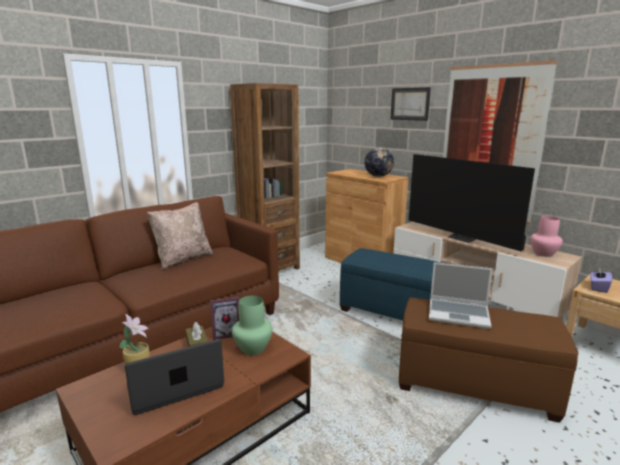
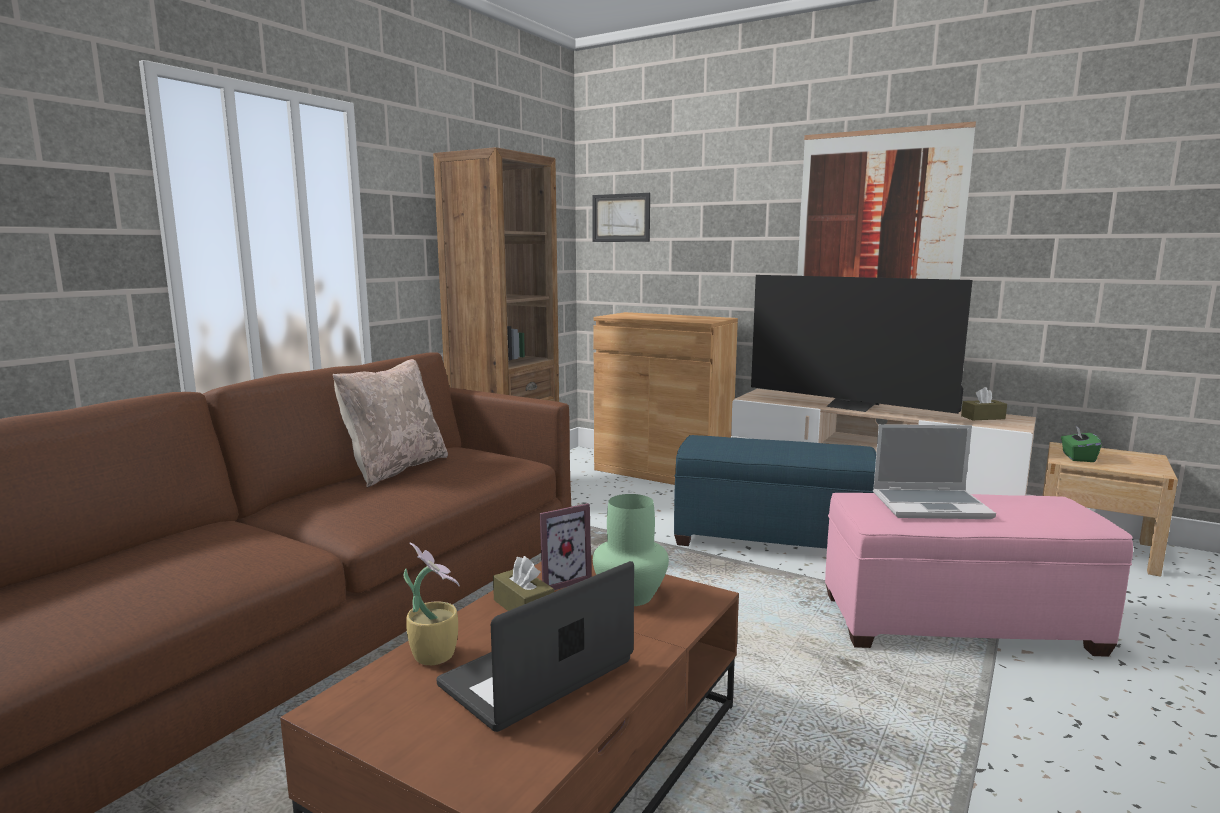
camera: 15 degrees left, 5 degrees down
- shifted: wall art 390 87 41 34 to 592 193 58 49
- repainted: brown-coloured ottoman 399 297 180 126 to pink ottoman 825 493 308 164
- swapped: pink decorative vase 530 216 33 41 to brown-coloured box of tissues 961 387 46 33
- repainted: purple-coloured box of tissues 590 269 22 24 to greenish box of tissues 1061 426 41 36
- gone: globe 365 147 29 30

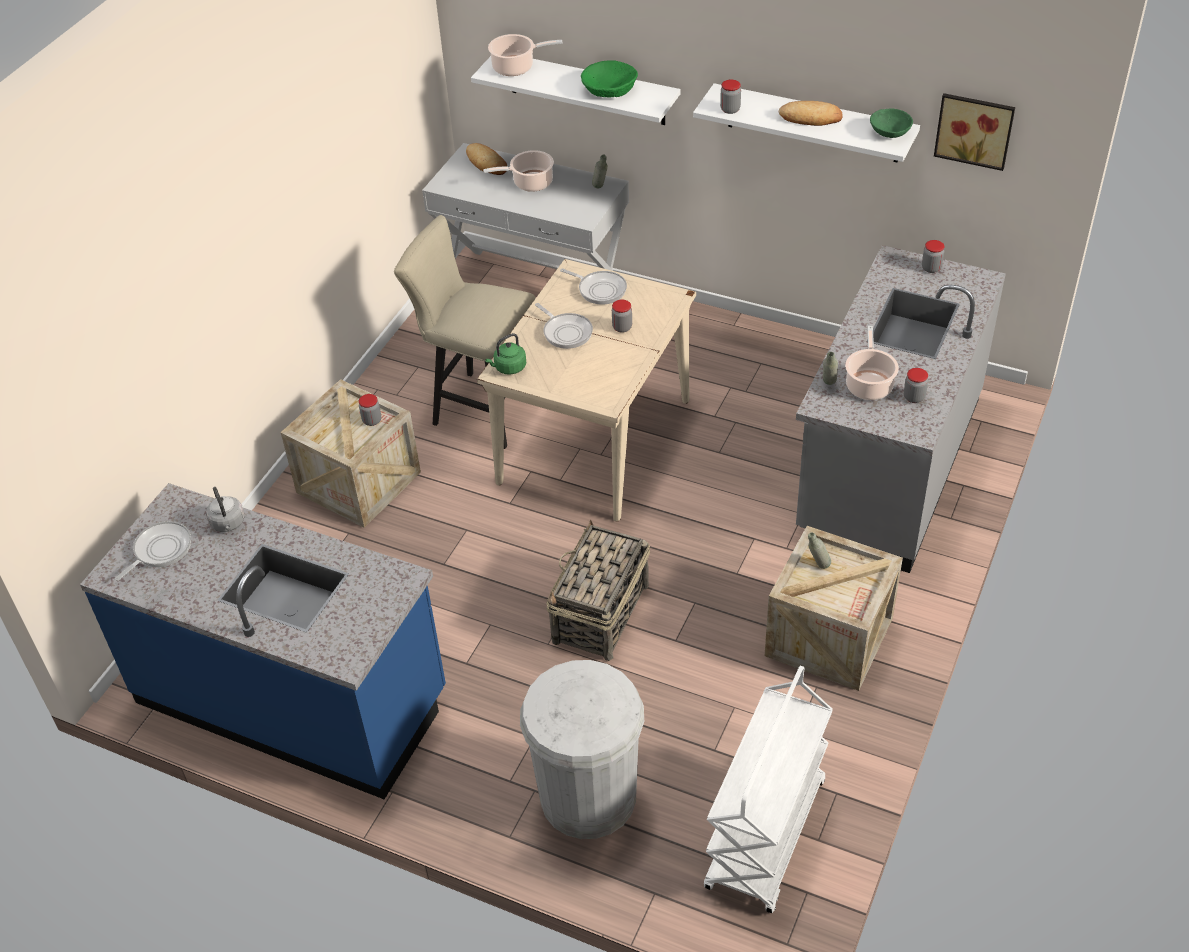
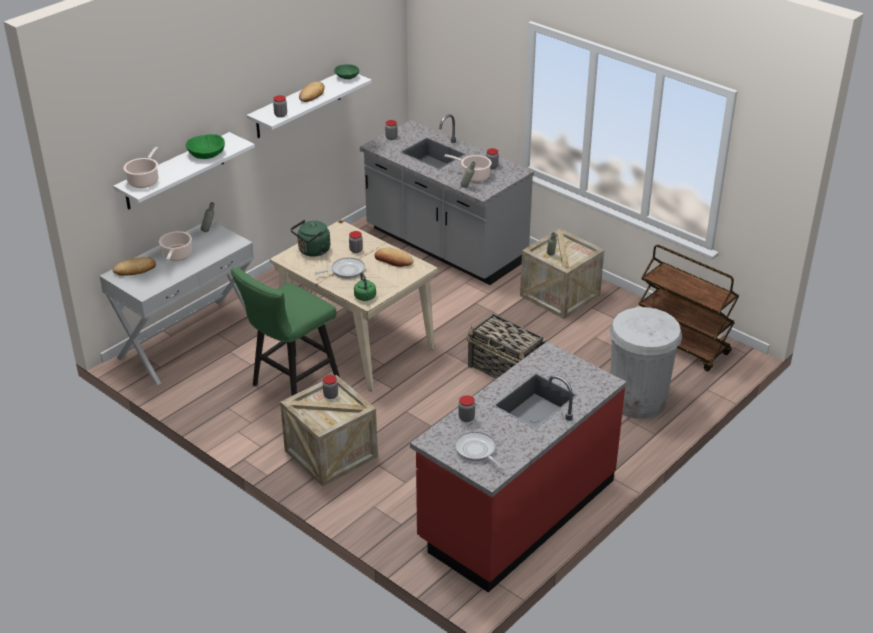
camera: 75 degrees left, 10 degrees down
- repainted: beige-coloured stool seat 394 215 142 234 to greenish stool seat 231 267 109 129
- swapped: frying pan 560 268 67 37 to greenish kettle 291 220 39 37
- new: bakery bread 375 248 39 19
- repainted: bluish counter 80 483 366 316 to red-coloured counter 410 342 217 250
- swapped: greyish kettle 206 487 39 45 to jar 458 395 17 27
- repainted: white cart 704 666 129 247 to brown-coloured cart 638 245 101 126
- gone: wall art 934 93 81 78

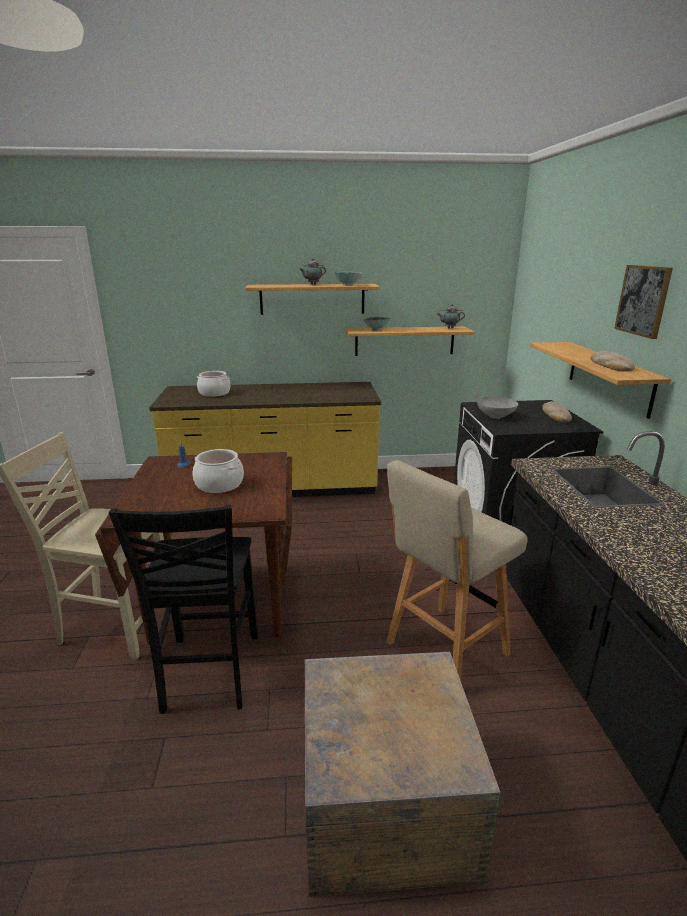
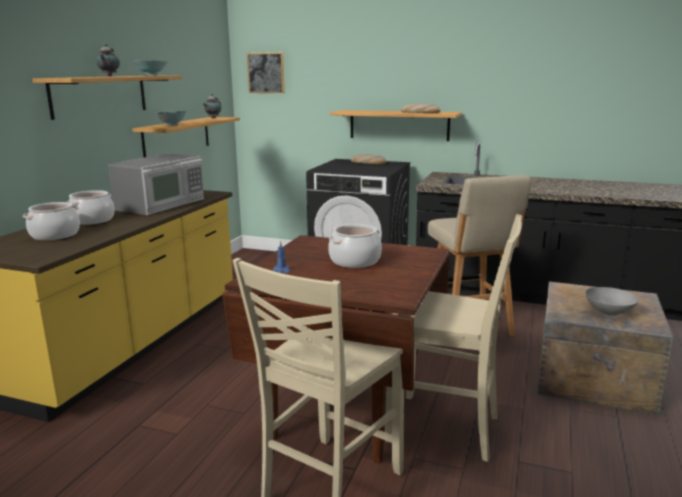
camera: 65 degrees left, 5 degrees down
- new: saucepot 67 190 48 35
- new: microwave 108 154 96 61
- shifted: wall art 614 265 59 74 to 247 52 38 41
- repainted: blackish plain chair 109 505 149 209 to beige-coloured plain chair 385 214 137 248
- shifted: greyish deep dish 476 397 42 22 to 585 287 54 29

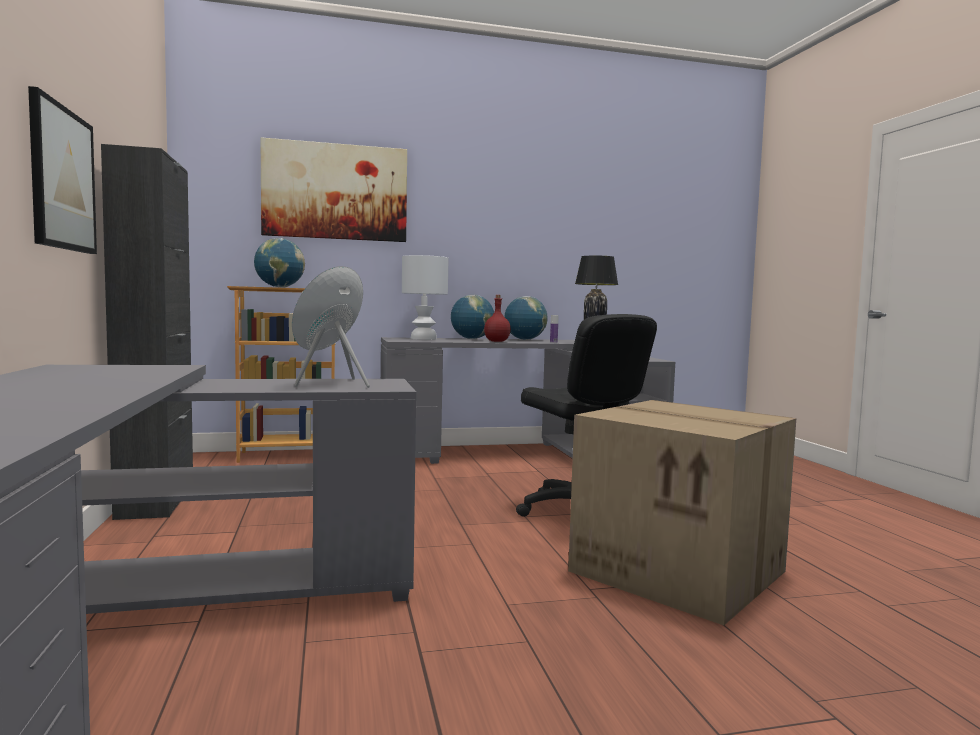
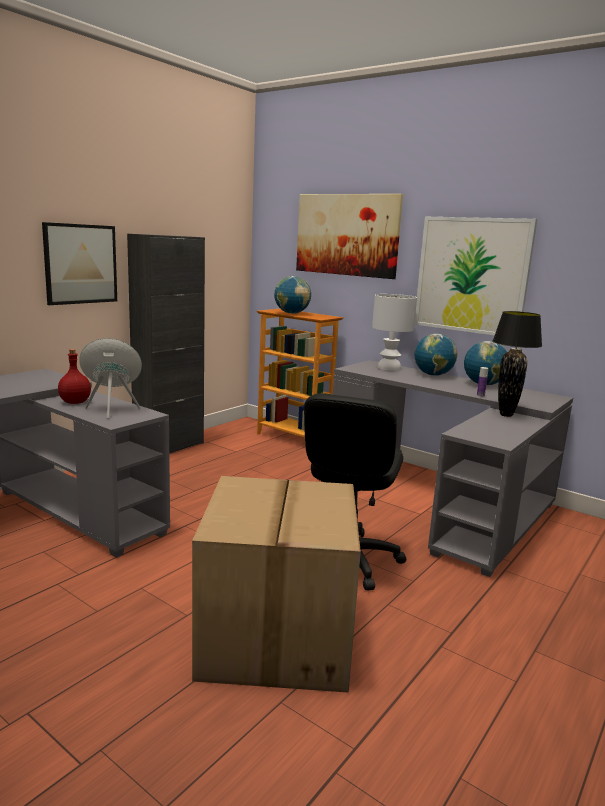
camera: 50 degrees right, 10 degrees up
- shifted: red-coloured bottle 484 295 27 47 to 58 349 33 55
- new: wall art 414 217 123 119

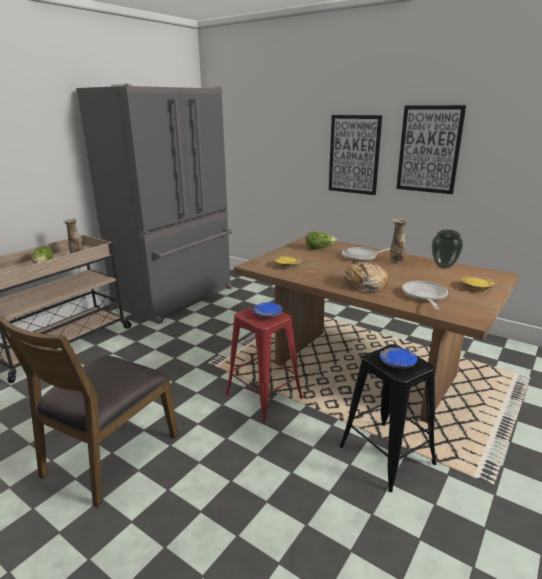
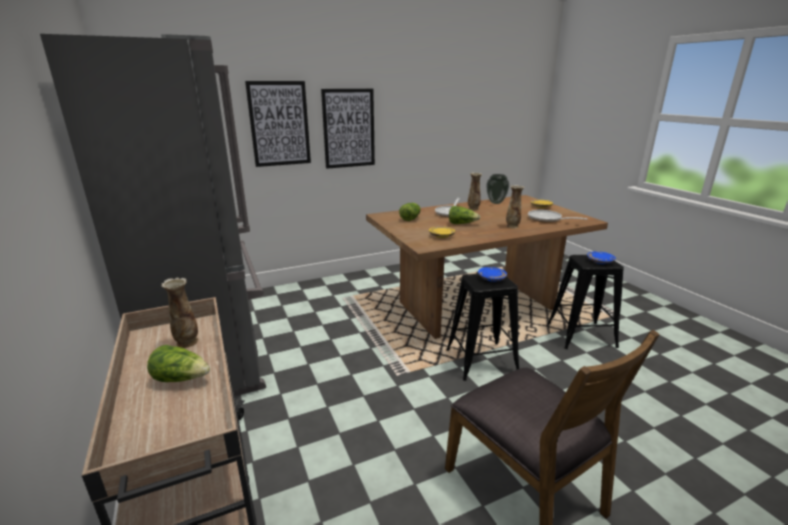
camera: 60 degrees left, 0 degrees up
- shifted: wall art 396 105 70 89 to 245 81 66 86
- repainted: red-coloured stool seat 226 305 77 117 to blackish stool seat 446 274 73 107
- new: lettuce 449 206 32 18
- swapped: bakery bread 343 262 45 30 to decorative vase 506 185 18 43

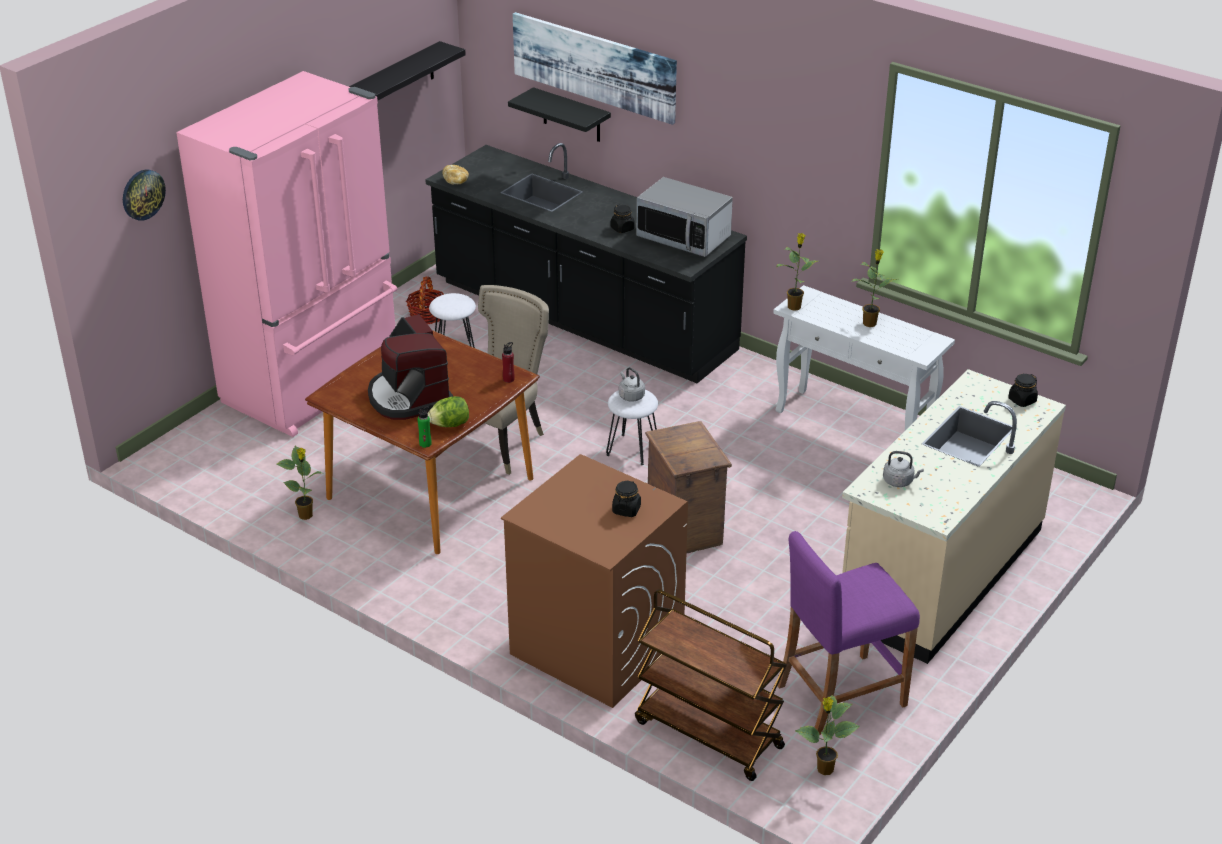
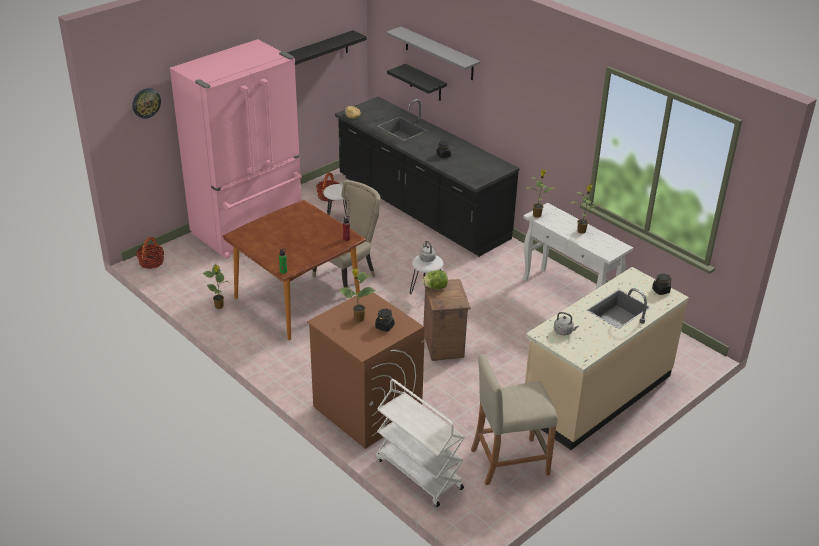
camera: 10 degrees right, 0 degrees up
- new: storage basket 136 237 28 32
- shifted: plant in a pot 795 695 65 80 to 338 269 38 53
- repainted: brown-coloured cart 635 589 152 192 to white cart 376 379 89 128
- swapped: wall art 513 12 164 113 to greyish wall shelf 386 27 94 53
- shifted: lettuce 428 396 41 31 to 422 270 26 19
- repainted: purple-coloured stool seat 777 531 143 204 to beige-coloured stool seat 471 354 87 131
- gone: coffee maker 368 314 85 106
- gone: microwave 637 177 96 80

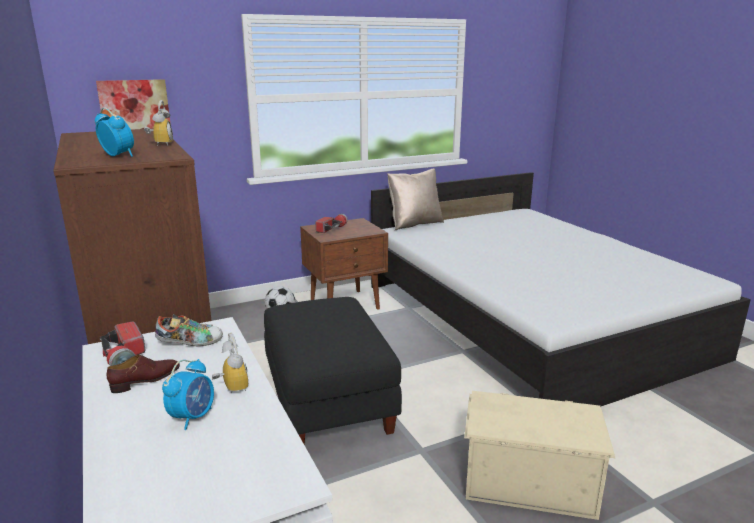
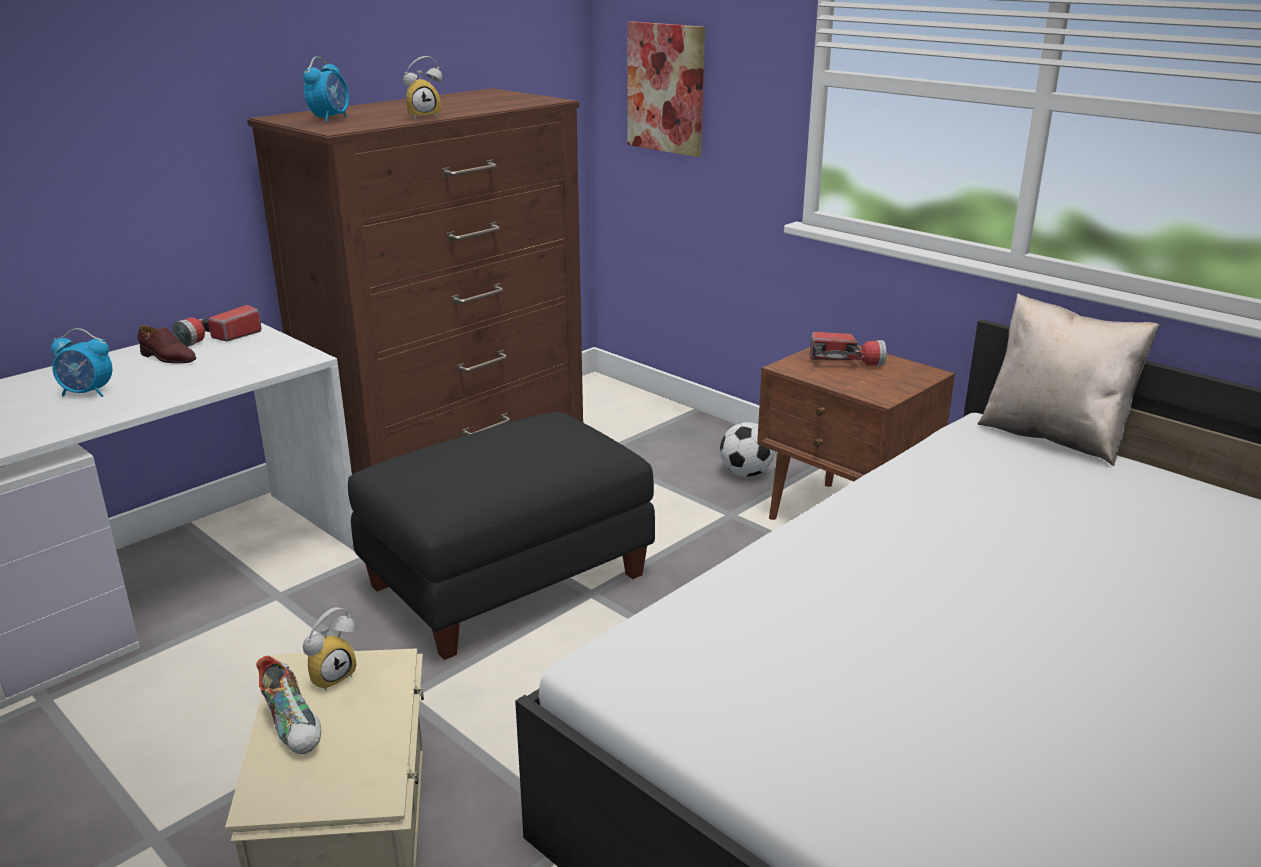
camera: 70 degrees right, 5 degrees up
- shifted: item of footwear 155 314 68 32 to 256 656 65 98
- shifted: alarm clock 212 333 36 61 to 303 607 54 84

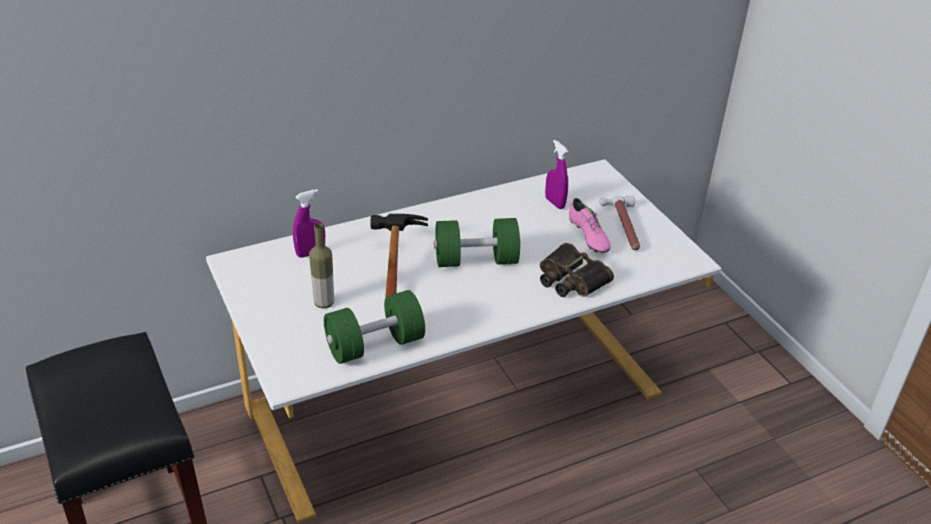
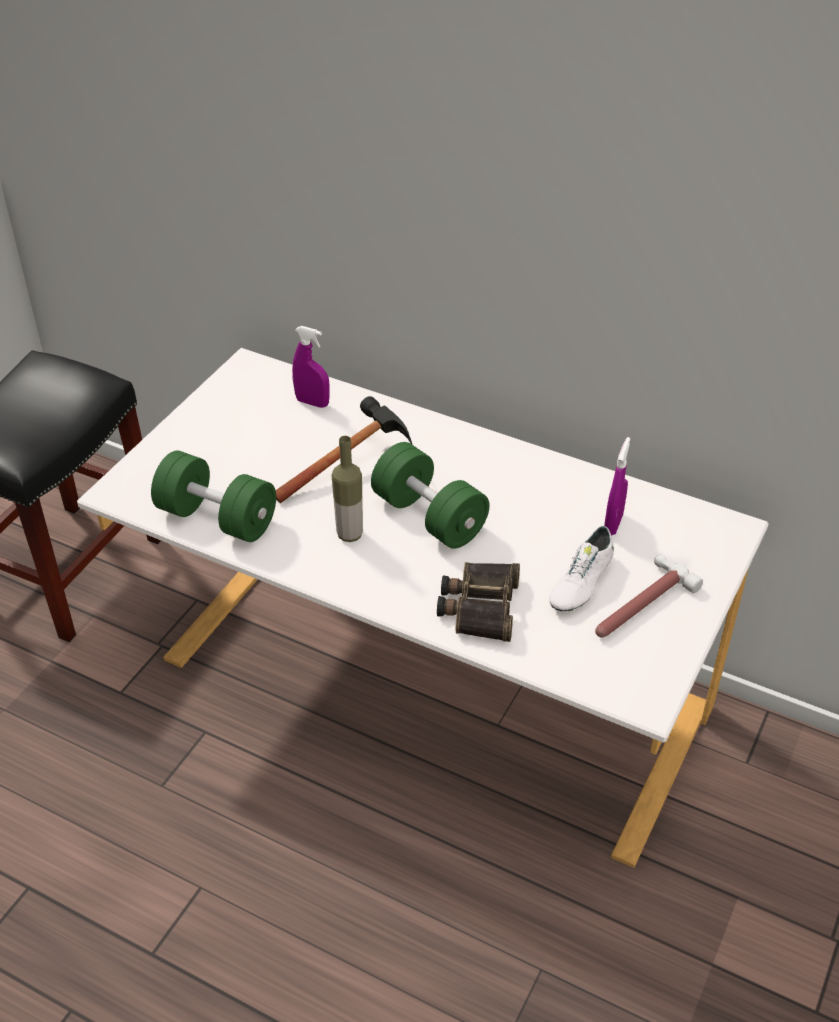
camera: 55 degrees right, 5 degrees up
- shifted: bottle 309 223 25 86 to 332 436 31 106
- repainted: pink item of footwear 569 198 42 55 to white item of footwear 549 526 65 85

